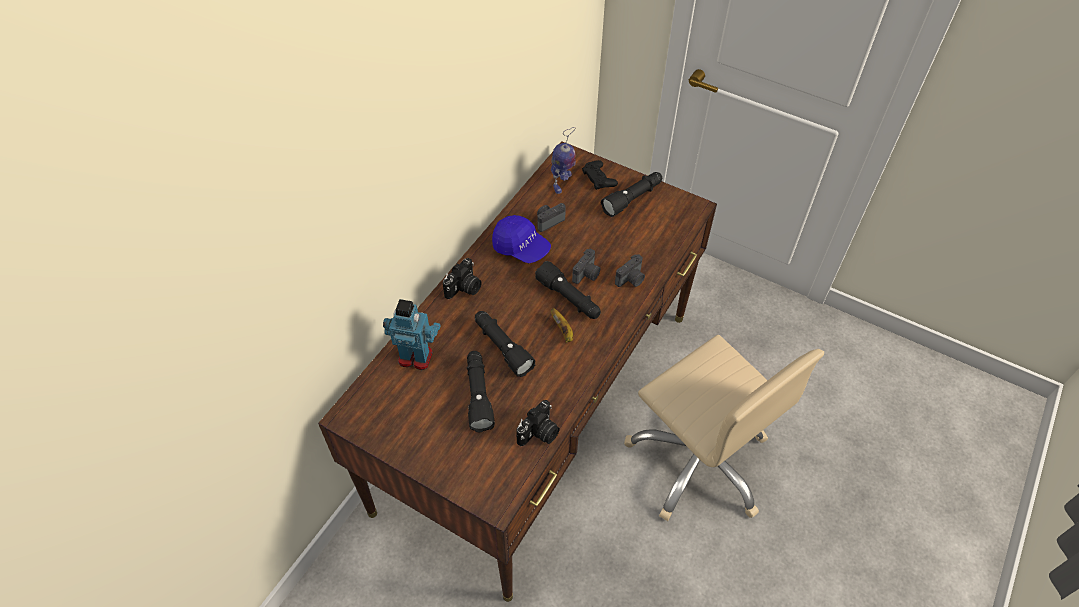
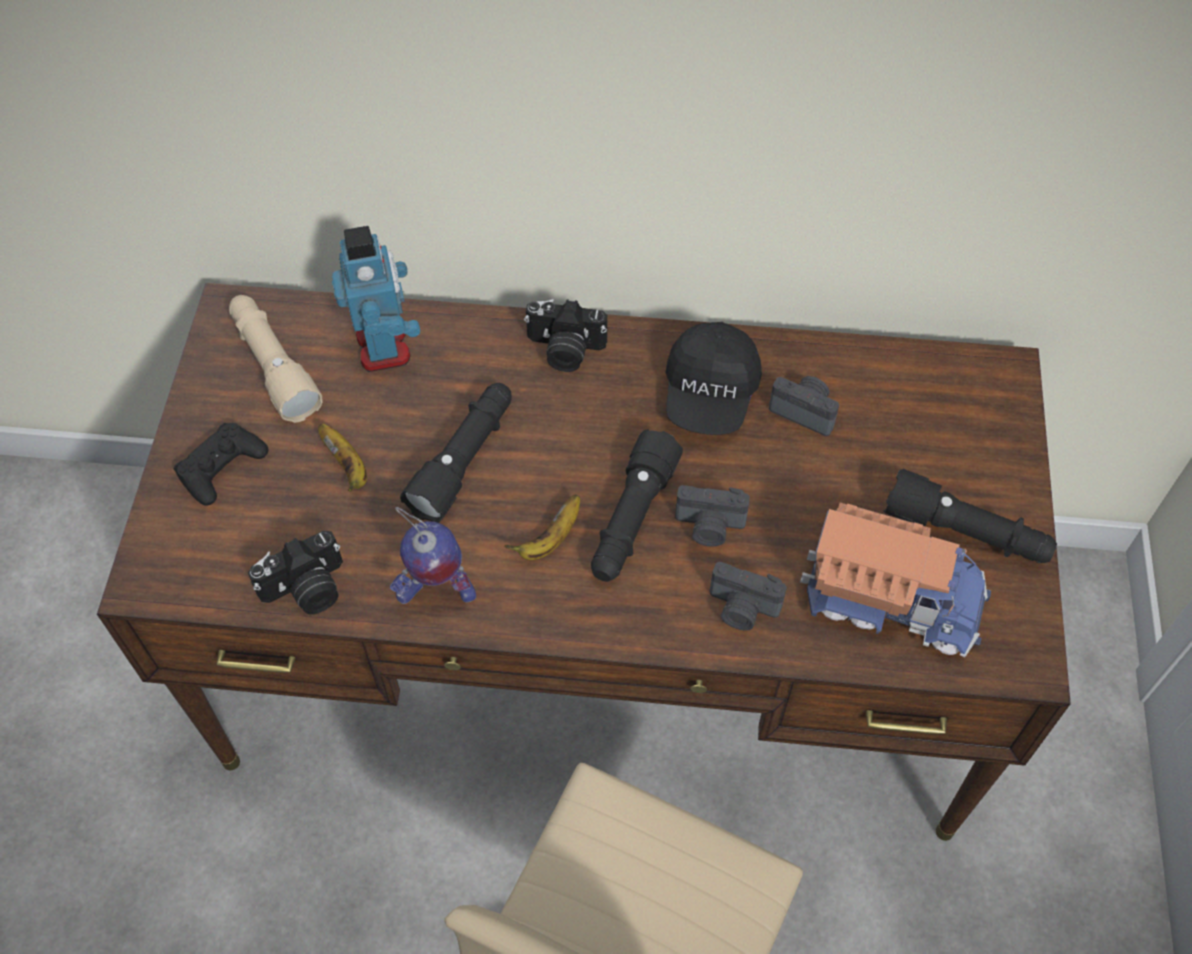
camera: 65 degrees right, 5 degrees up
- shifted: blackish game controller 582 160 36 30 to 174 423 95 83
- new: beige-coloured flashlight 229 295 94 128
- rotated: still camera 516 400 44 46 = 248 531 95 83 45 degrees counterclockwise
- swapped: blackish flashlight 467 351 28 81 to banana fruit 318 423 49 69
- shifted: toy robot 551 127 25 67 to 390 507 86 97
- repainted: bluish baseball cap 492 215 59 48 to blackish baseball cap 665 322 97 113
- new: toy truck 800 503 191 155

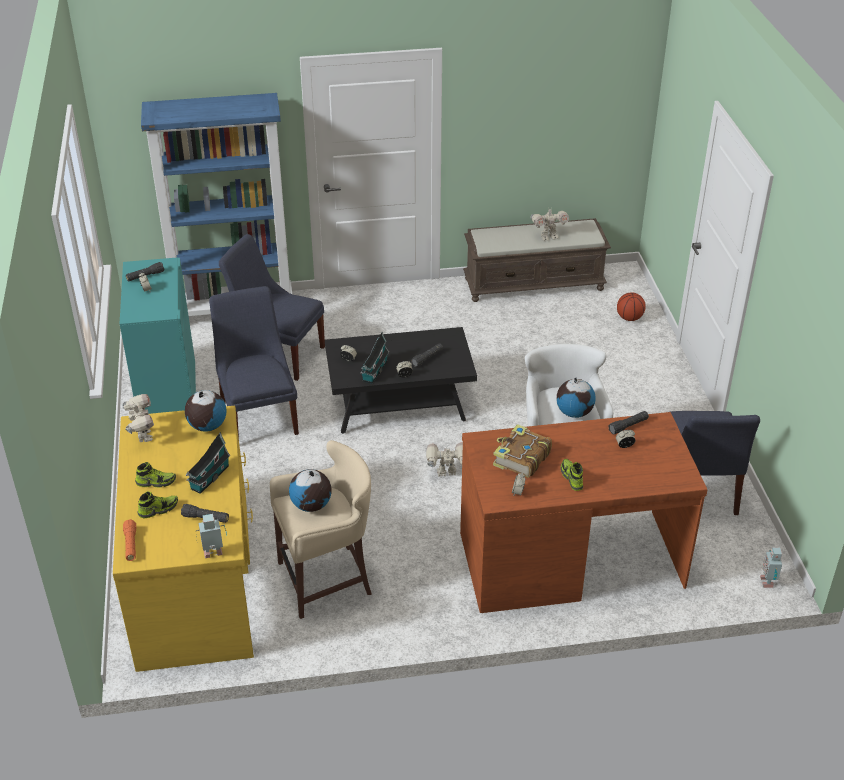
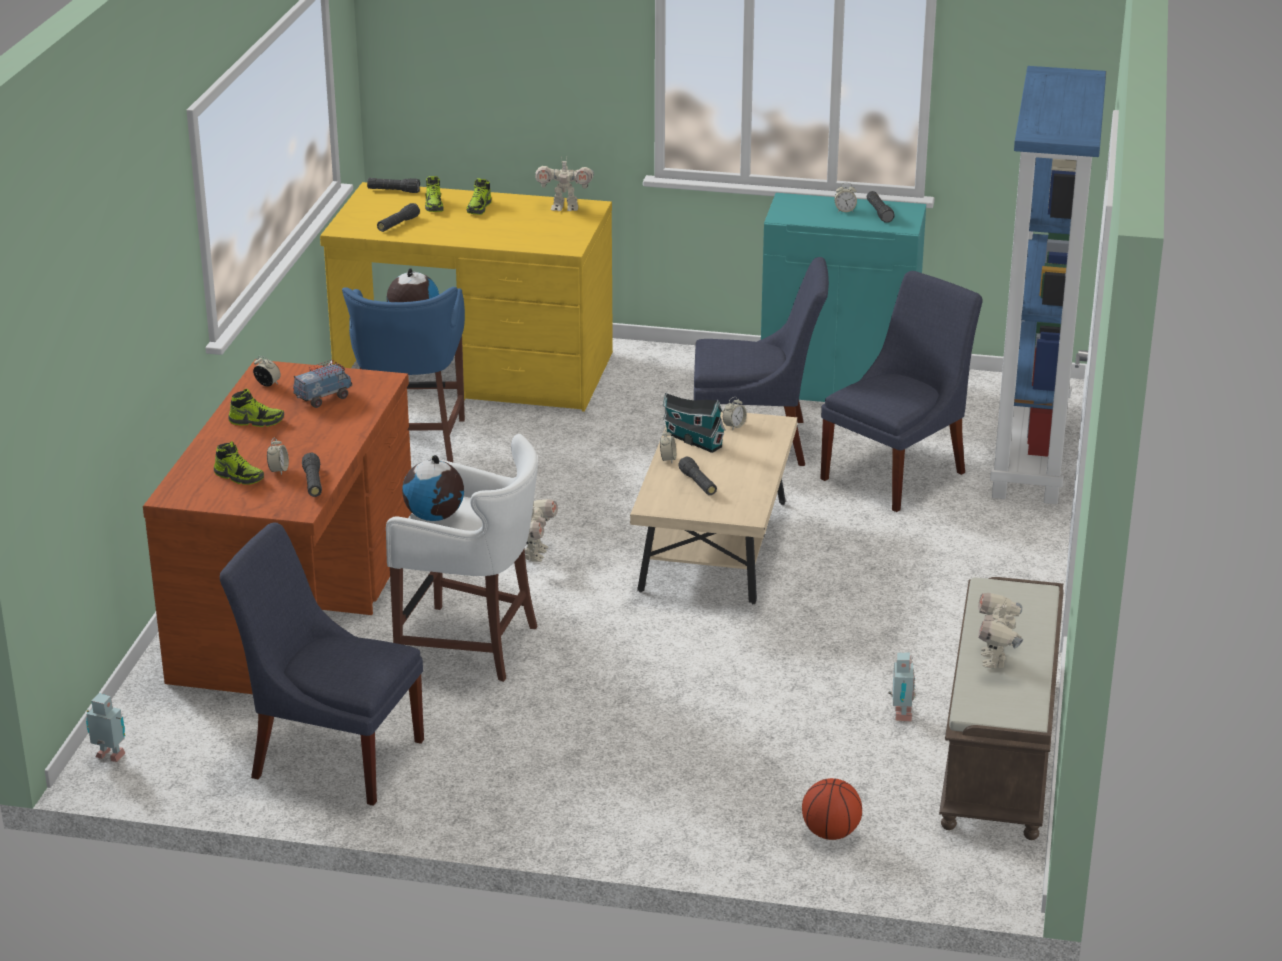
camera: 110 degrees right, 10 degrees down
- new: item of footwear 214 441 50 44
- swapped: volume 493 424 59 54 to toy truck 293 360 59 48
- repainted: beige-coloured stool seat 270 440 102 179 to bluish stool seat 342 287 123 175
- repainted: orangey flashlight 123 519 13 42 to blackish flashlight 367 178 53 15
- repainted: blackish lounge table 325 327 152 107 to beige-coloured lounge table 630 412 168 192
- shifted: toy robot 196 514 31 44 to 888 652 28 69
- gone: globe 185 390 42 42
- gone: miniature house 186 432 44 62

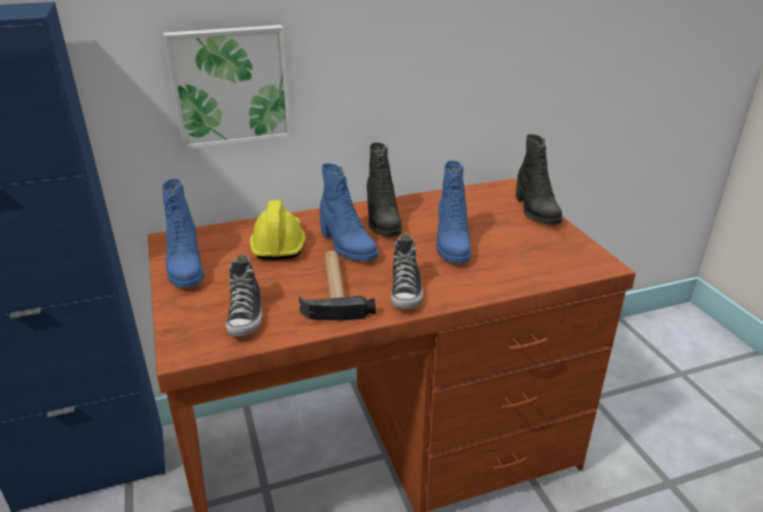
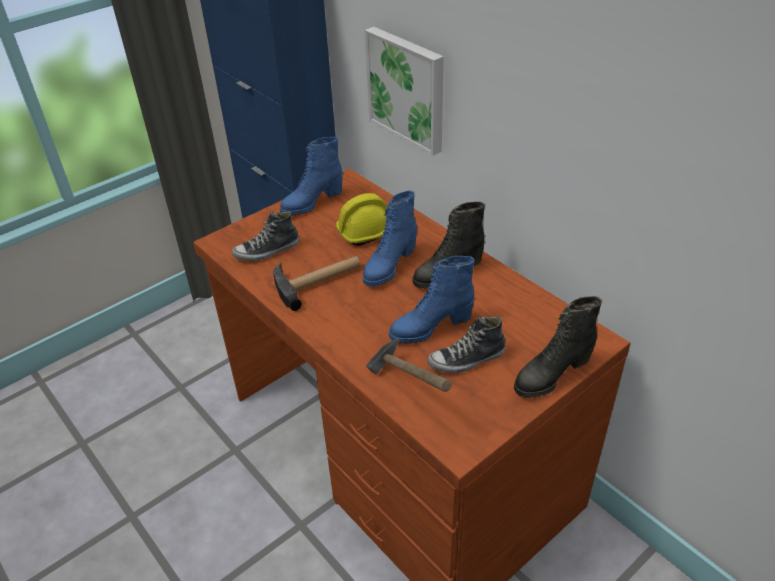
camera: 70 degrees right, 10 degrees up
- new: hand hammer 366 338 86 54
- shifted: item of footwear 391 233 32 76 to 427 316 79 57

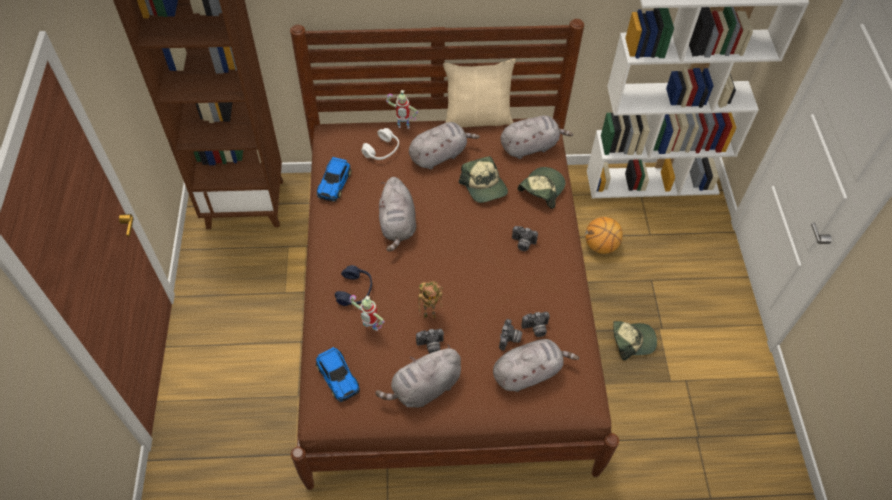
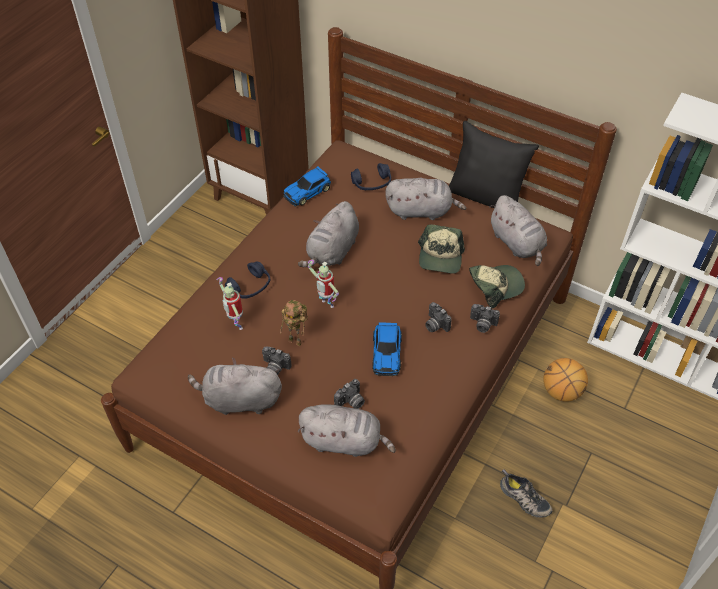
camera: 35 degrees right, 5 degrees down
- shifted: toy robot 386 90 32 39 to 308 260 31 48
- repainted: white pair of headphones 361 128 38 32 to bluish pair of headphones 351 163 40 27
- shifted: toy car 316 347 44 55 to 372 322 30 54
- repainted: beige-coloured cushion 443 59 73 69 to blackish cushion 449 121 90 87
- shifted: still camera 521 312 29 25 to 470 304 30 29
- rotated: greyish cuddly toy 500 115 73 44 = 489 195 58 71 45 degrees clockwise
- swapped: baseball cap 613 321 44 39 to item of footwear 500 469 53 49

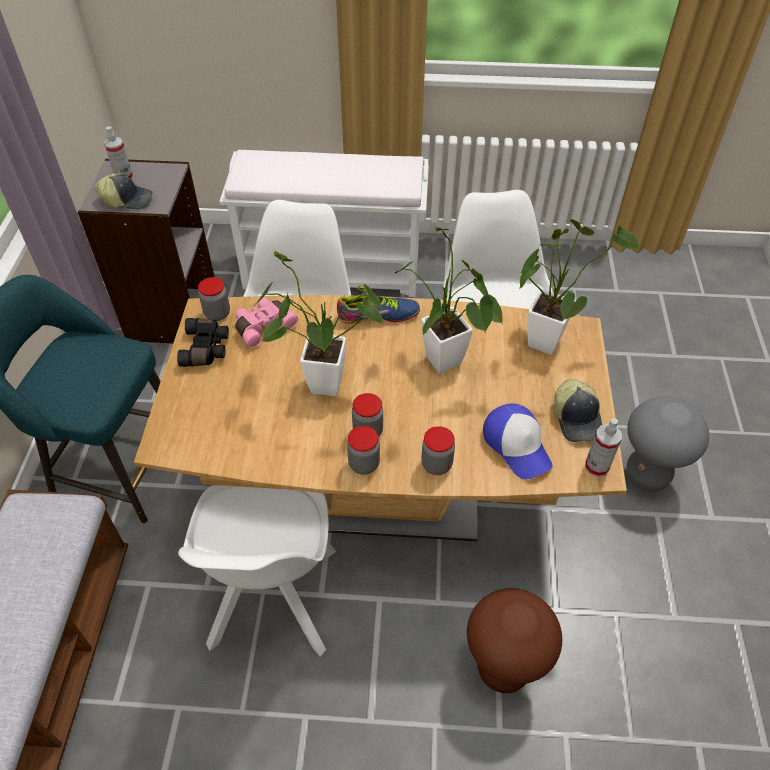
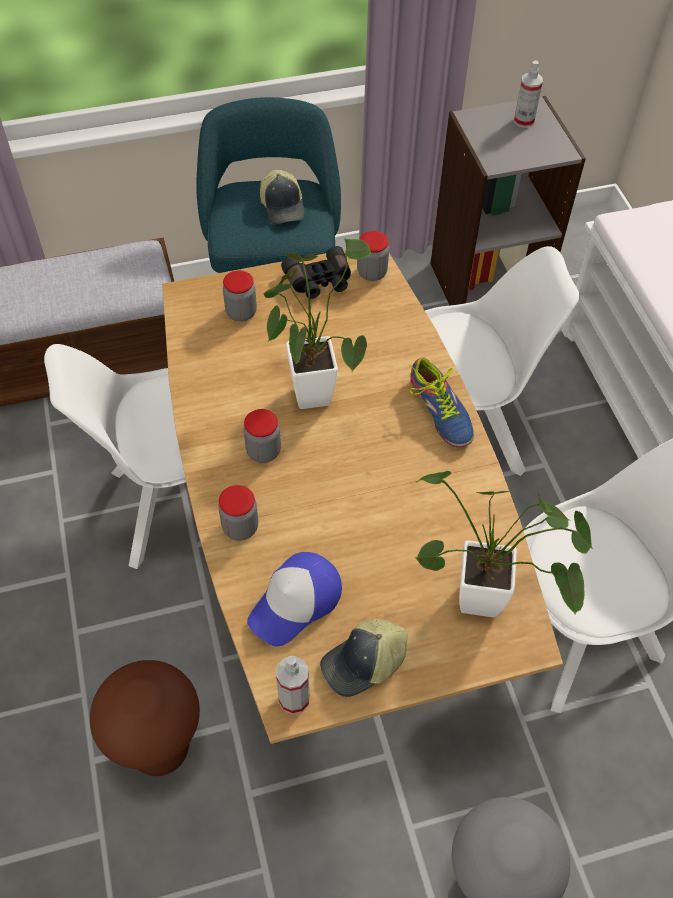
camera: 70 degrees right, 5 degrees up
- shifted: jar 347 426 33 49 to 223 270 34 52
- shifted: baseball cap 95 173 58 37 to 260 170 45 54
- gone: pink field glasses 235 298 63 50
- gone: plant in a pot 395 226 108 147

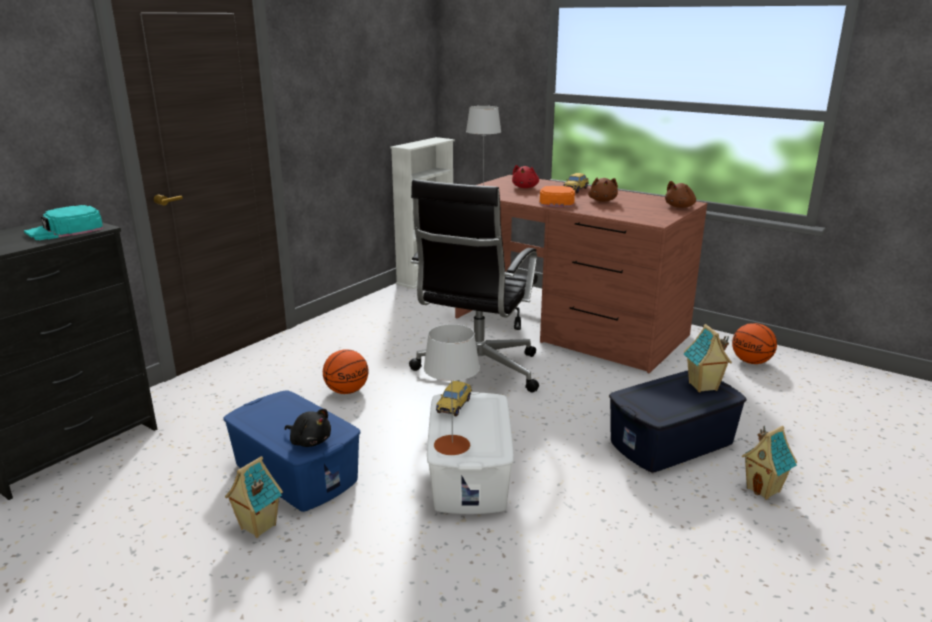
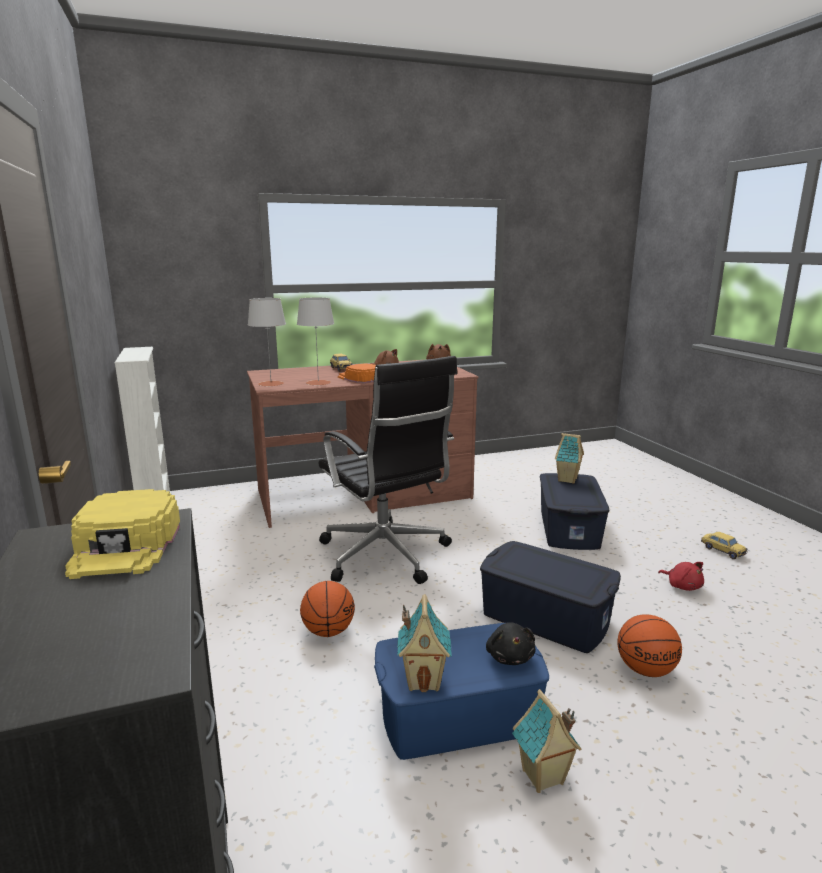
camera: 55 degrees left, 5 degrees down
- repainted: turquoise-coloured baseball cap 24 205 79 35 to yellowish baseball cap 65 489 115 90
- shifted: greyish table lamp 423 324 57 131 to 297 297 37 89
- shifted: miniature house 742 426 55 73 to 397 594 55 98
- repainted: white storage box 427 392 87 122 to bluish storage box 480 541 141 112
- rotated: blackish cuddly toy 285 409 46 38 = 486 622 49 43 105 degrees clockwise
- shifted: ball for basketball 732 323 45 41 to 618 614 64 63
- shifted: red-coloured cuddly toy 512 165 27 23 to 658 562 46 29
- shifted: toy car 436 381 36 36 to 701 532 47 27

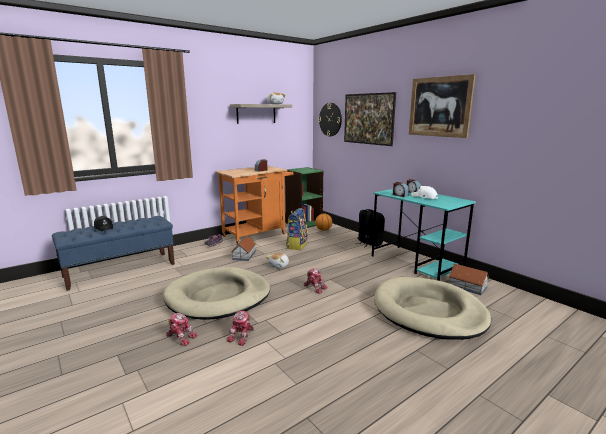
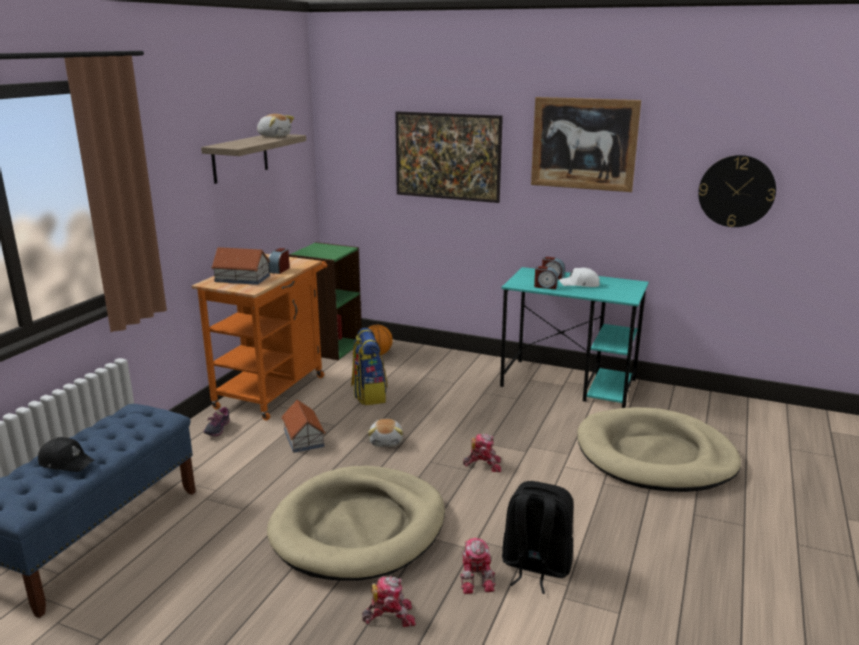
camera: 30 degrees left, 5 degrees up
- shifted: miniature house 449 264 40 31 to 211 247 59 38
- shifted: blackish knapsack 357 209 28 38 to 502 481 72 113
- shifted: wall clock 318 103 24 33 to 698 155 78 72

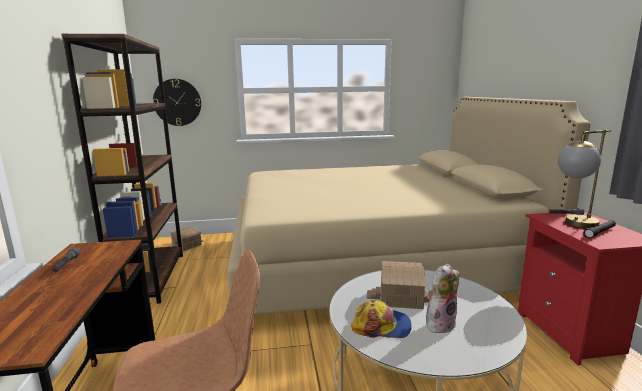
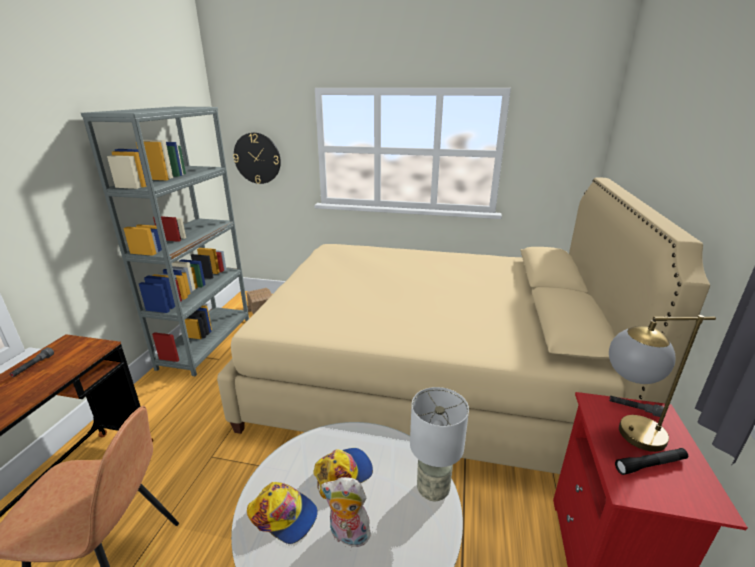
camera: 20 degrees right, 10 degrees up
- repainted: brown-coloured bookshelf 61 34 122 270 to greyish bookshelf 81 107 168 269
- swapped: miniature house 367 261 62 48 to baseball cap 313 448 60 51
- rotated: cuddly toy 426 264 33 69 = 321 477 50 70 150 degrees counterclockwise
- new: greyish table lamp 410 387 59 114

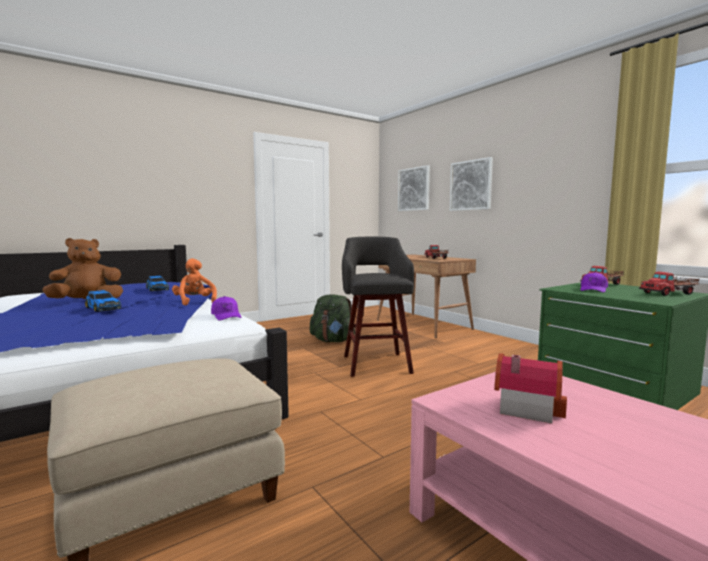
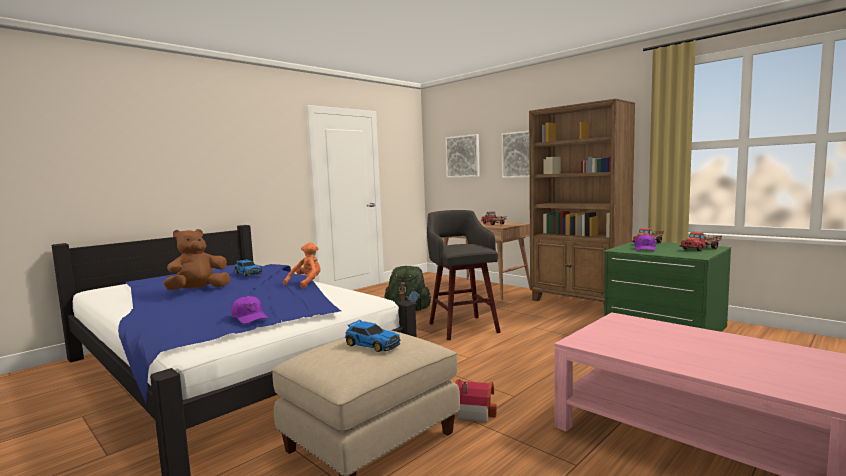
camera: 10 degrees left, 0 degrees up
- shifted: purple-coloured baseball cap 211 296 31 25 to 231 296 37 28
- rotated: orangey cuddly toy 172 258 45 47 = 283 242 38 47 75 degrees clockwise
- shifted: toy car 85 290 36 22 to 345 320 55 32
- shifted: miniature house 494 353 73 71 to 455 379 42 43
- new: brown-coloured bookshelf 529 99 106 205

